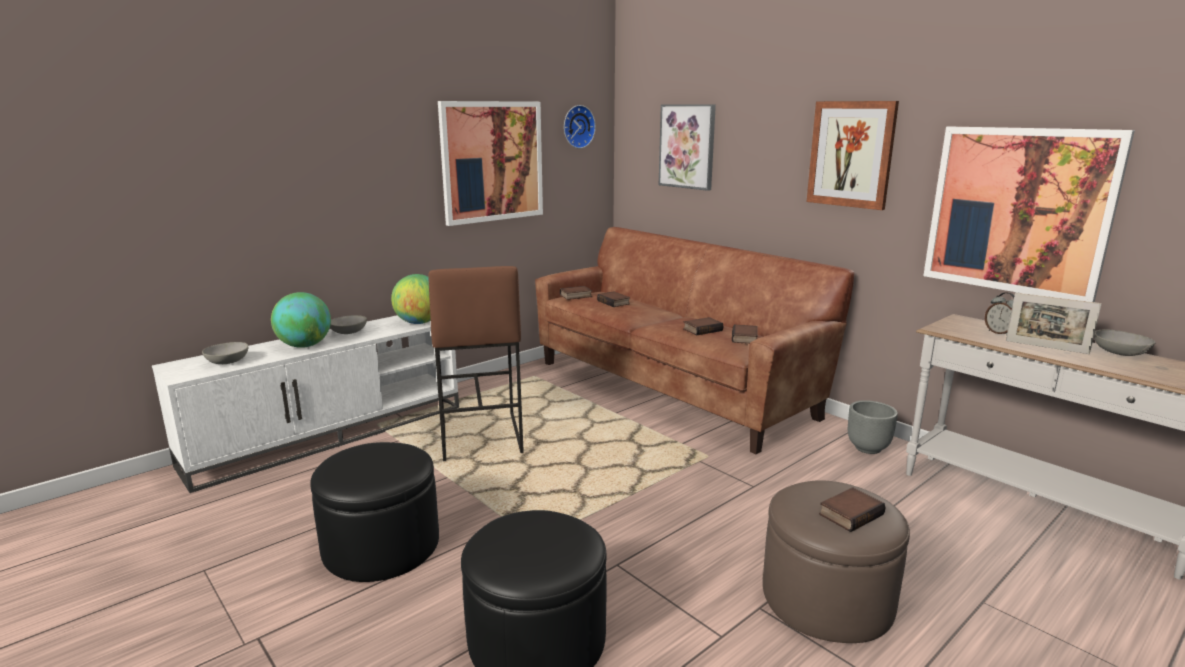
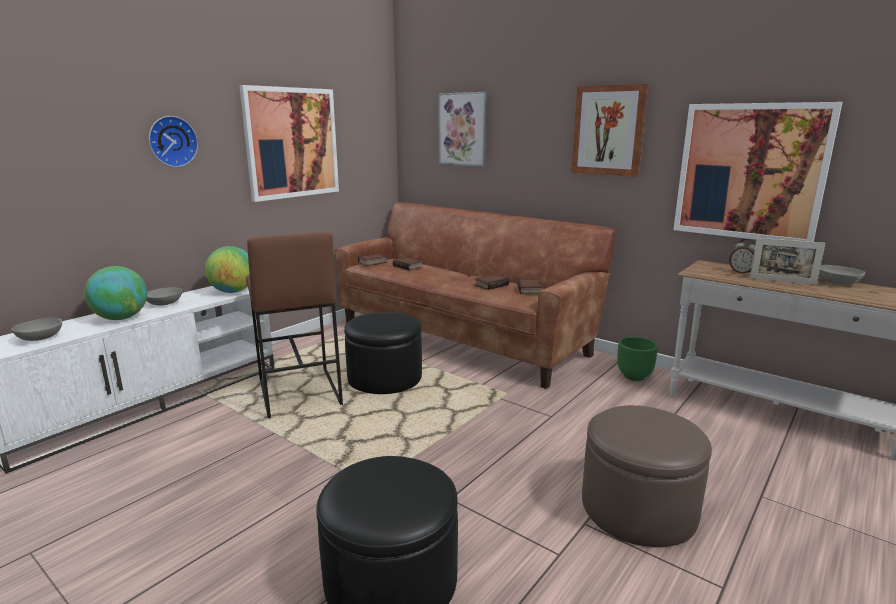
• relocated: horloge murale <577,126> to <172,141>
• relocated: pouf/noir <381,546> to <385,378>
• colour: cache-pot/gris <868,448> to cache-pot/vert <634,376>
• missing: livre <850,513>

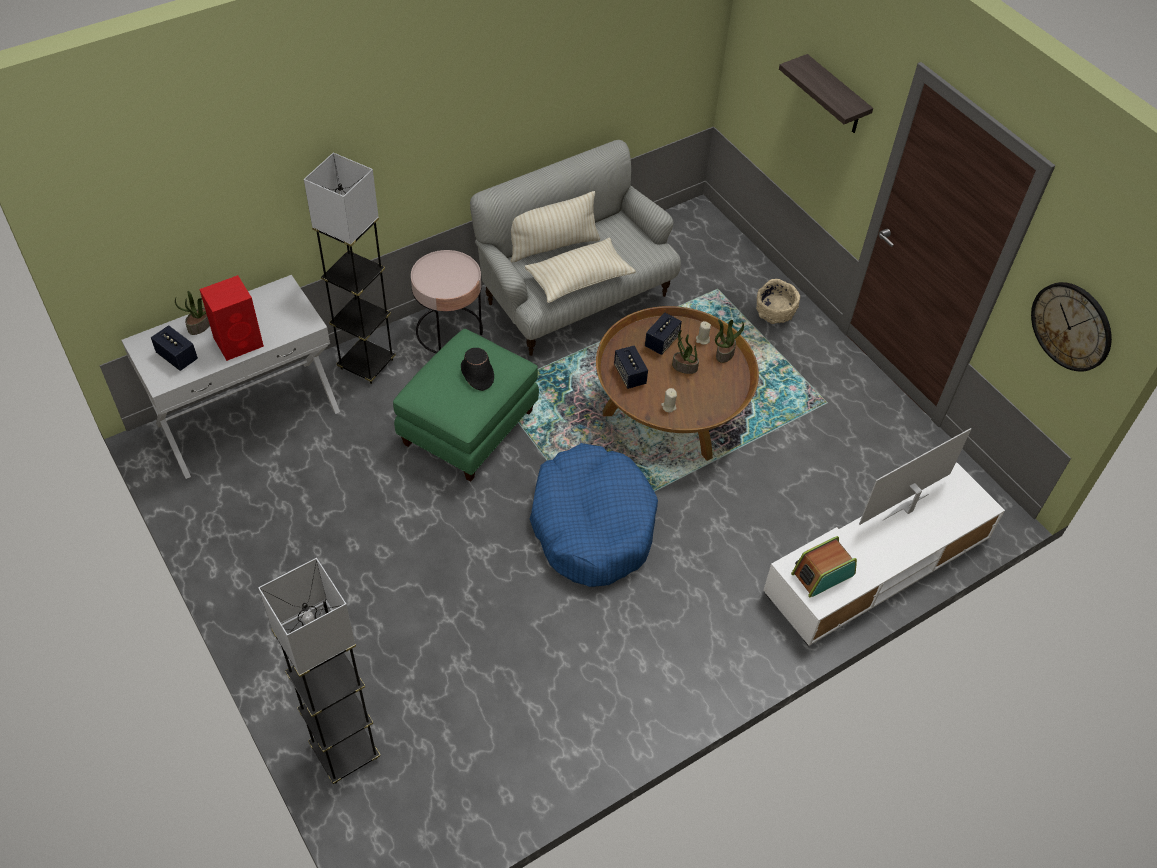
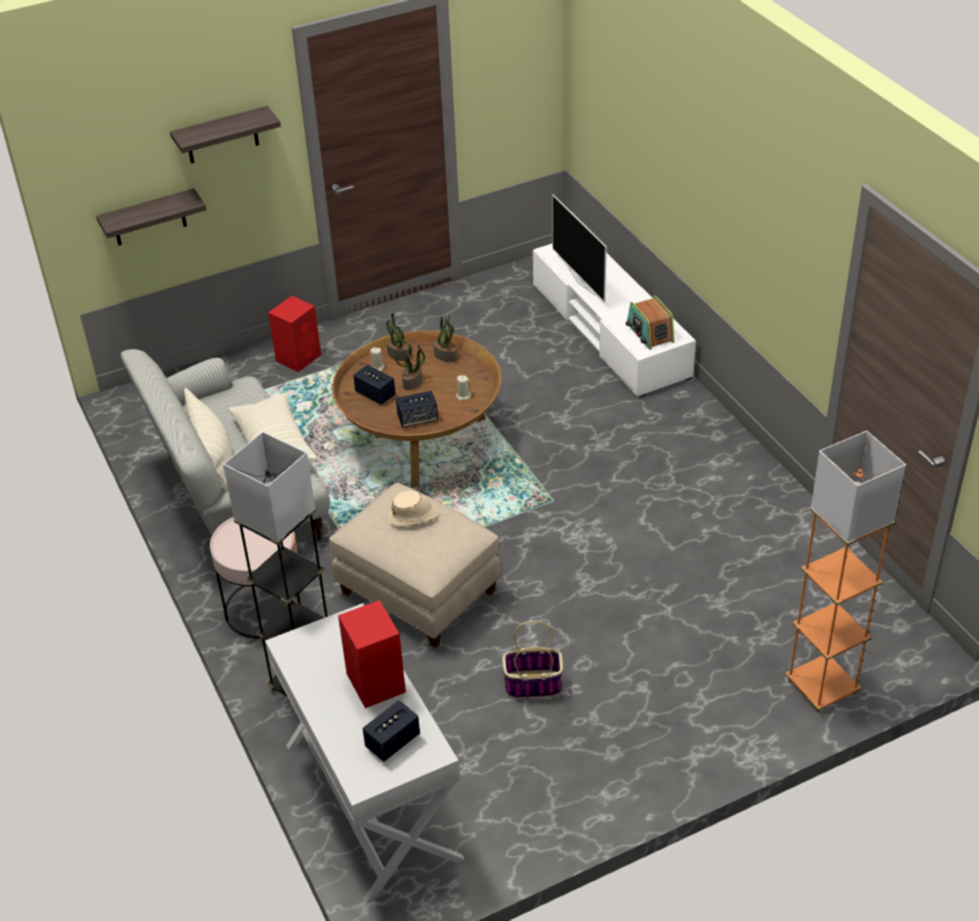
• appeared: étagère <149,218>
• exchanged: bol/beige <775,313> to enceinte/rouge <299,357>
• colour: pouf/vert <469,428> to pouf/beige <419,592>
• colour: chapeau/noir <477,374> to chapeau/beige <413,517>
• relocated: plante en pot <200,326> to <446,355>
• appeared: panier <532,685>
• colour: lampadaire/gris <345,752> to lampadaire/orange <821,687>
• missing: panier pour chien/bleu <592,525>
• missing: horloge murale <1072,326>

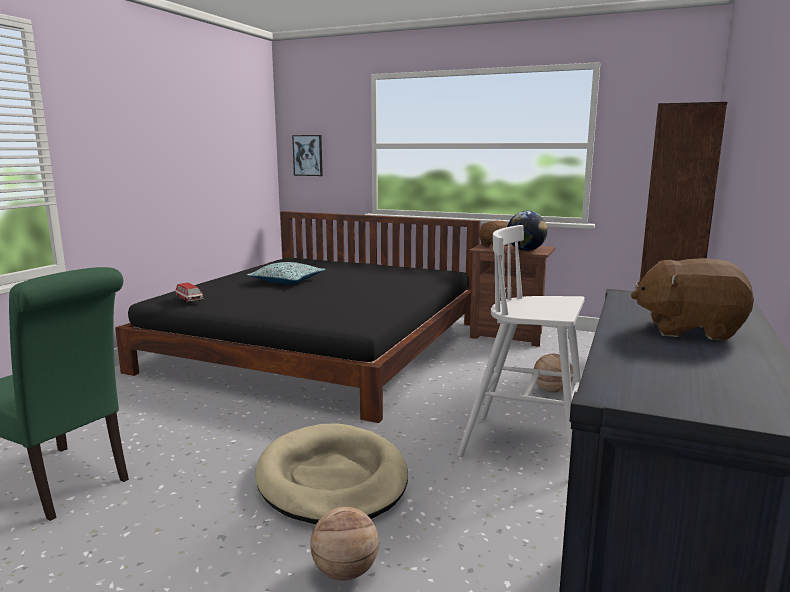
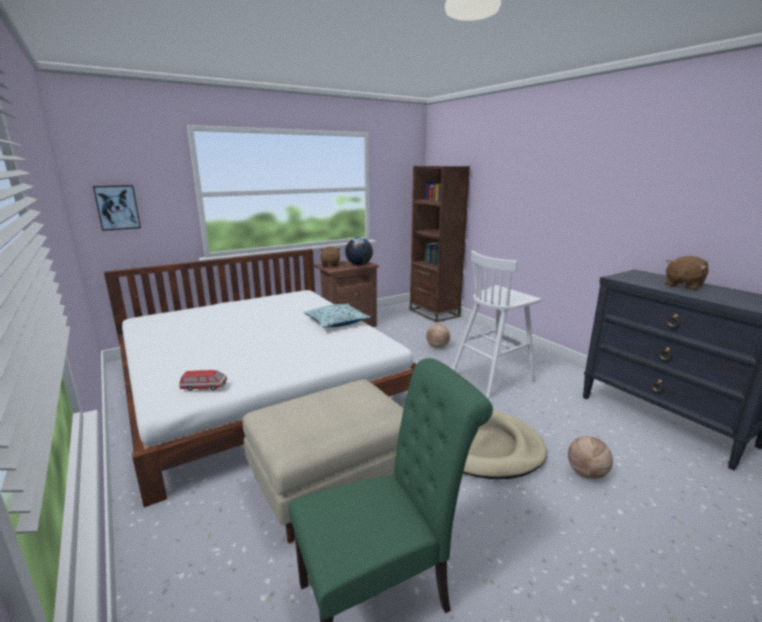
• colour: lit/noir <320,345> to lit/blanc <259,384>
• appeared: pouf/beige <333,480>
• relocated: coussin <287,281> to <336,322>

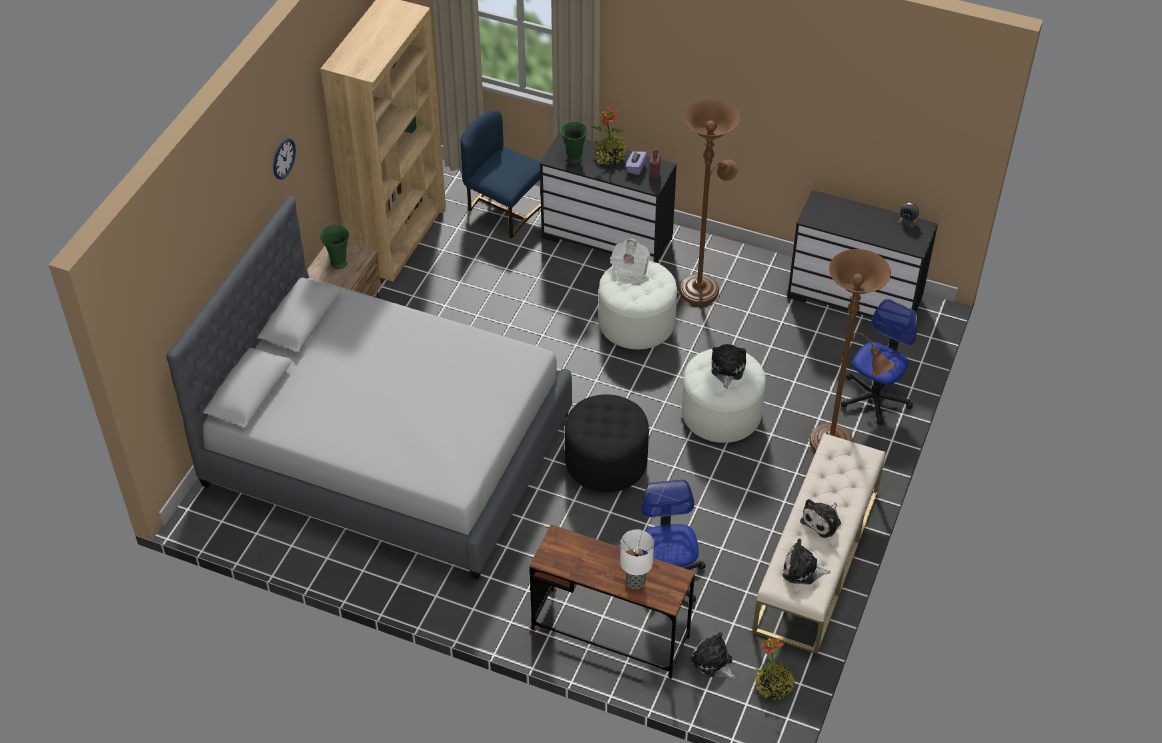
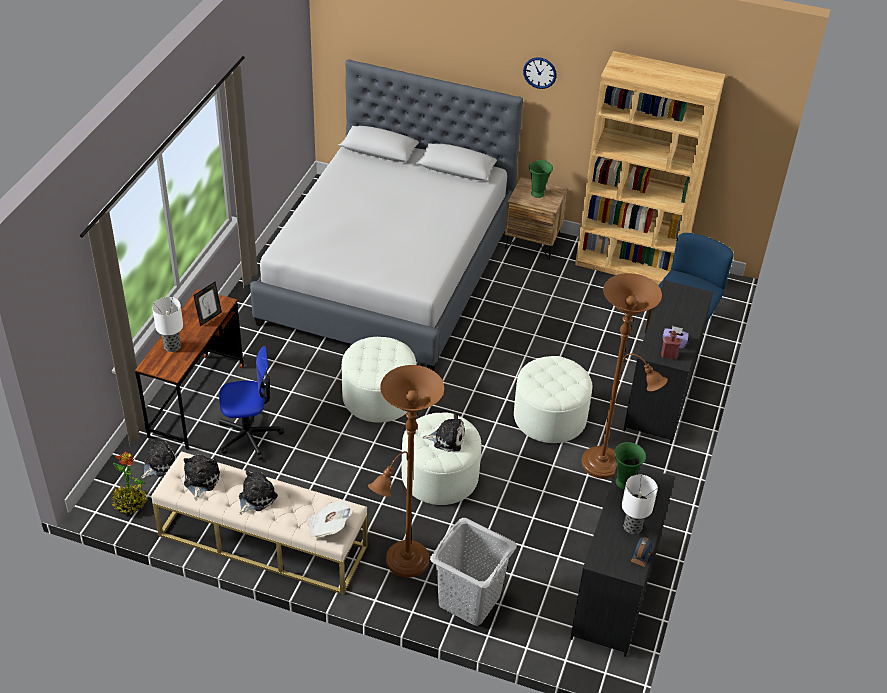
• appeared: cadre photo <209,318>
• spun: peluche <822,521> = <255,498> 90 degrees clockwise
• relocated: journal <629,270> to <328,526>
• colour: pouf/noir <606,461> to pouf/blanc <378,397>
• exchanged: chaise de bureau <874,398> to panier à linge/gris <469,601>
• relocated: vase/vert <574,159> to <624,482>
• appeared: lampe de table <633,527>
• missing: plante en pot <610,156>

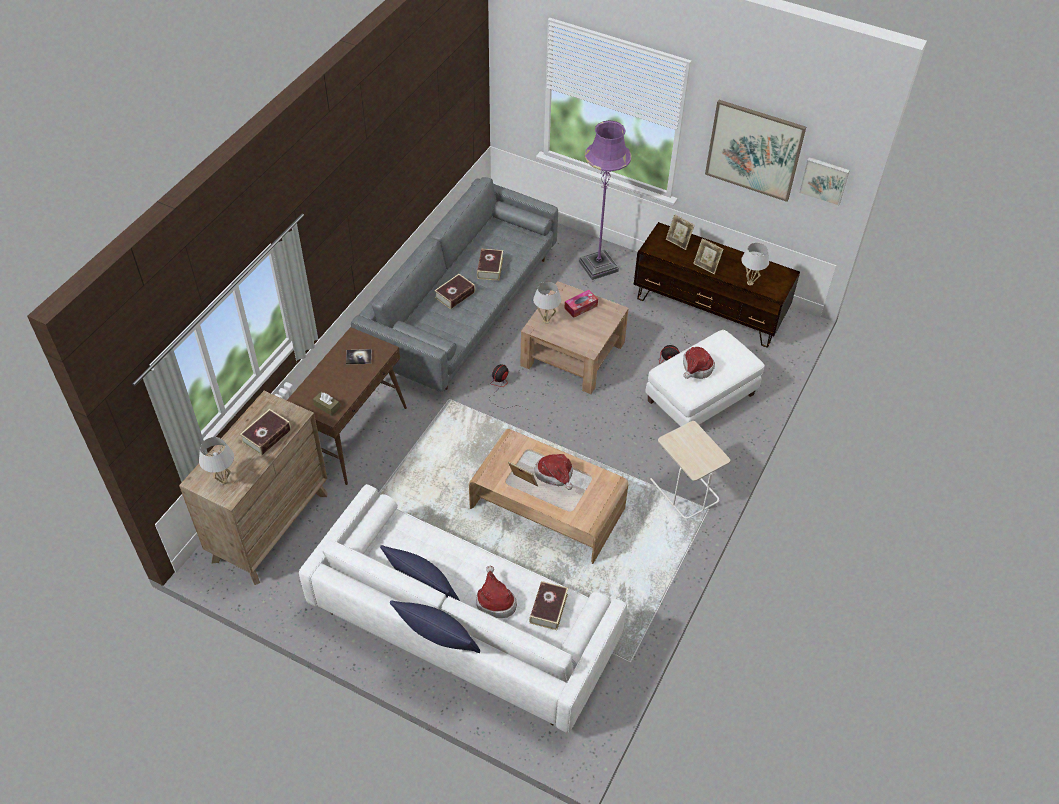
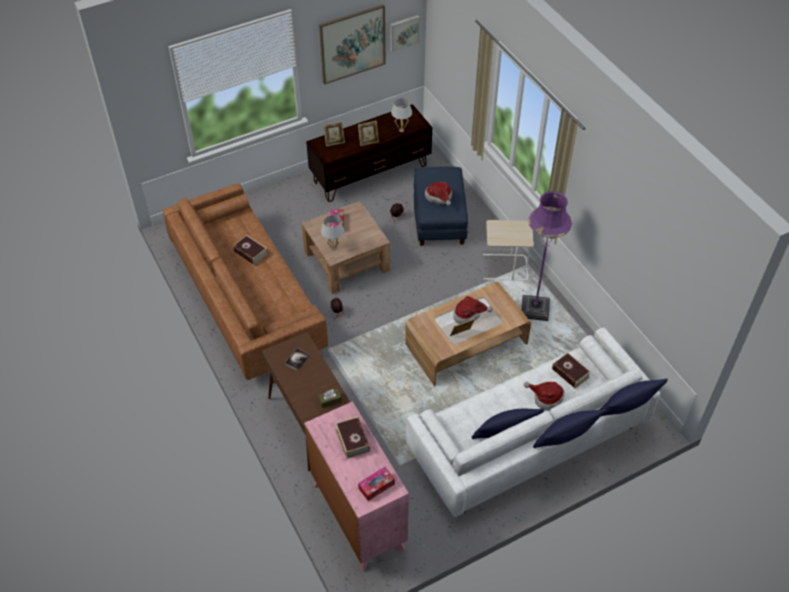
• colour: canapé/gris <462,307> to canapé/marron <247,298>
• colour: commode/marron <270,526> to commode/rose <358,516>
• exchanged: lampe de table/blanc <223,481> to boîte à mouchoirs <376,486>
• colour: pouf/blanc <700,398> to pouf/bleu <439,219>
• relocated: lampadaire/violet <598,266> to <535,309>
• appeared: coussin/bleu <627,407>
• missing: livre <455,295>

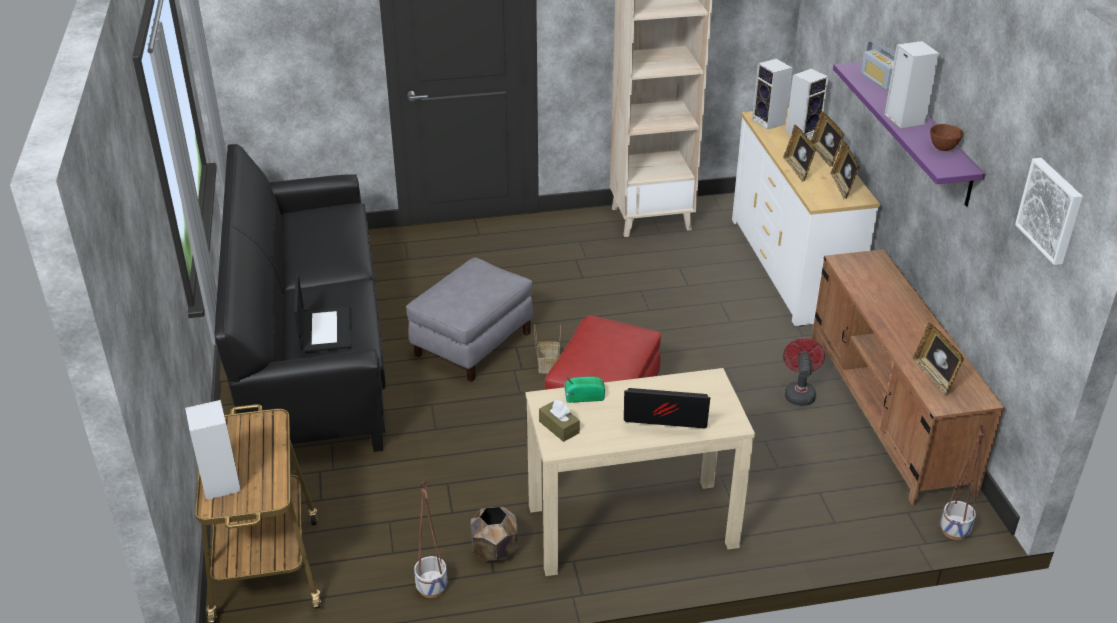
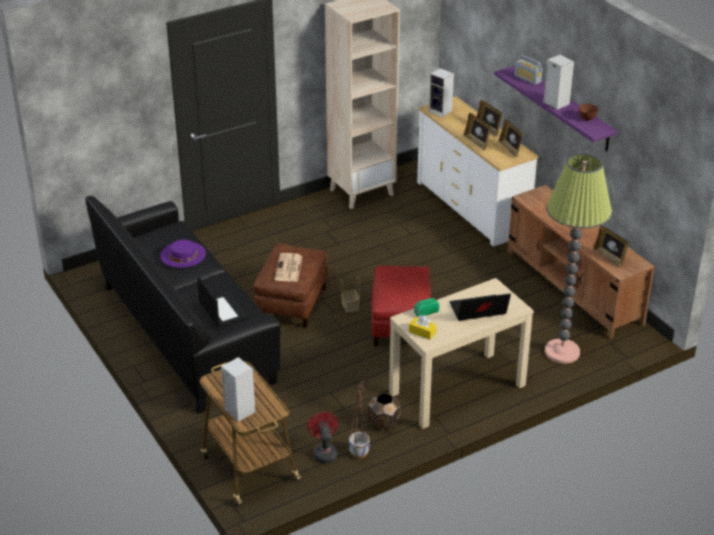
• appeared: chapeau/violet <183,254>
• colour: pouf/gris <472,344> to pouf/marron <291,303>
• appeared: journal <289,268>
• relocated: ventilateur/rouge <799,393> to <324,452>
• colour: boîte à mouchoirs/marron <559,427> to boîte à mouchoirs/jaune <422,332>
• appeared: lampadaire <562,352>
• missing: enceinte <803,132>
• missing: cache-pot <955,531>
• missing: tableau <1051,210>

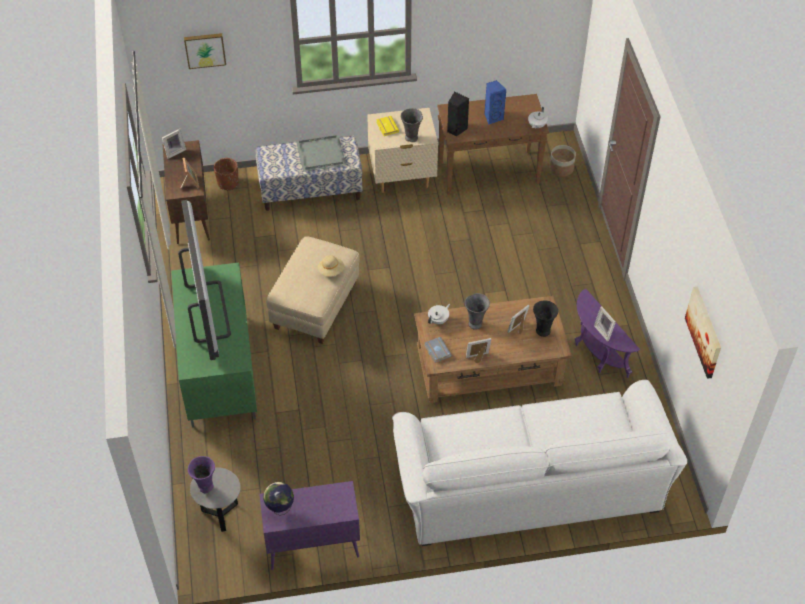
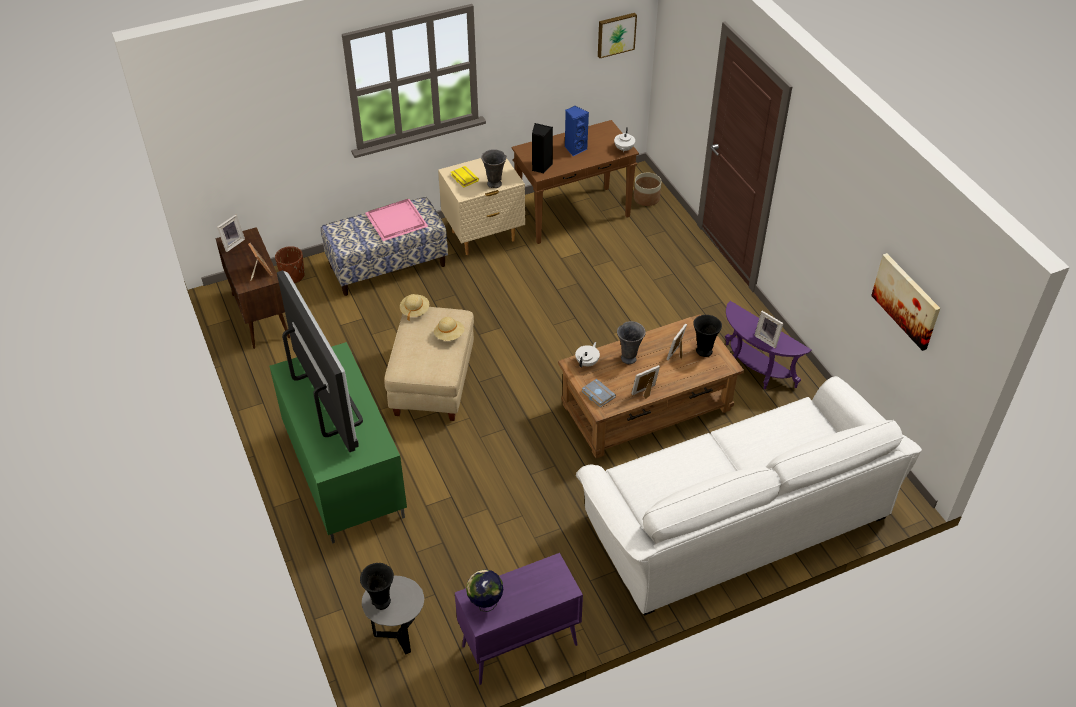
• colour: vase/violet <205,487> to vase/noir <381,602>
• colour: plateau/gris <320,155> to plateau/rose <396,222>
• appeared: chapeau/beige <415,311>
• relocated: tableau <205,49> to <616,34>

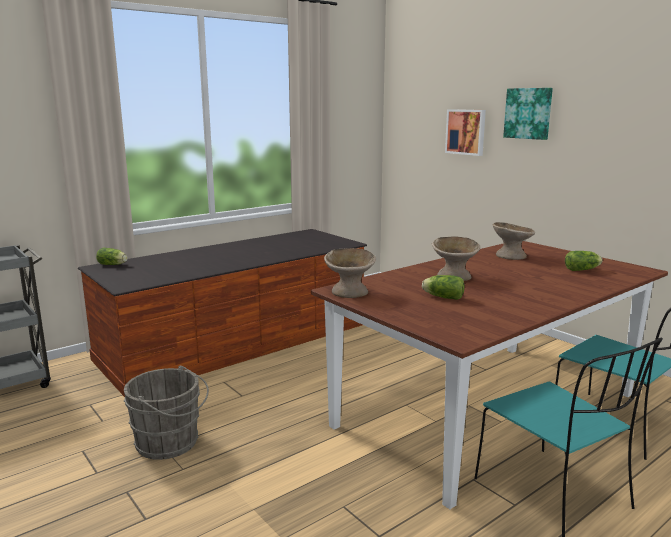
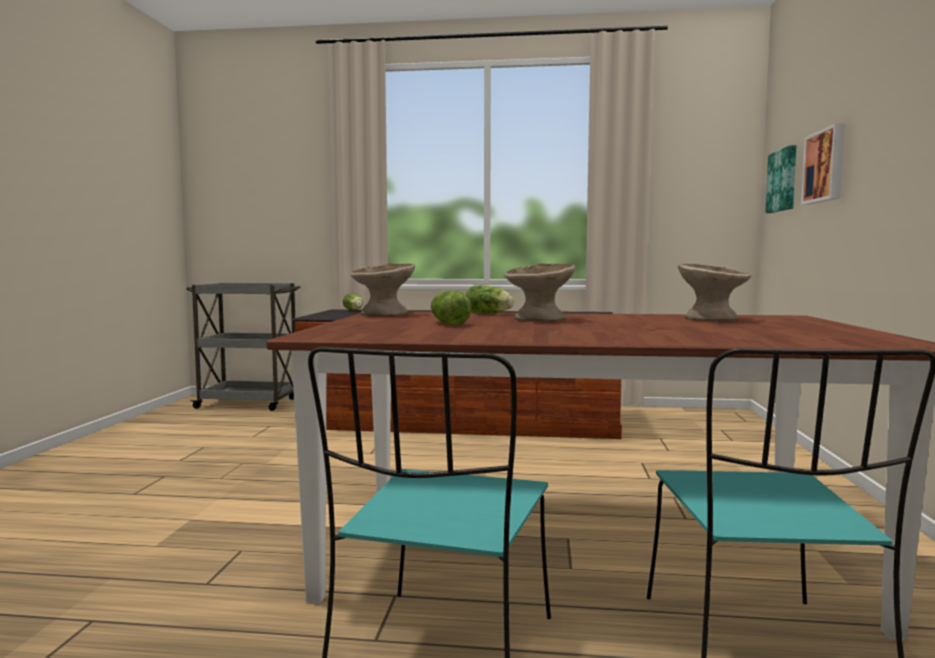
• relocated: laitue <583,270> to <490,314>
• relocated: tableau <528,113> to <783,180>
• missing: seau/gris <170,443>

